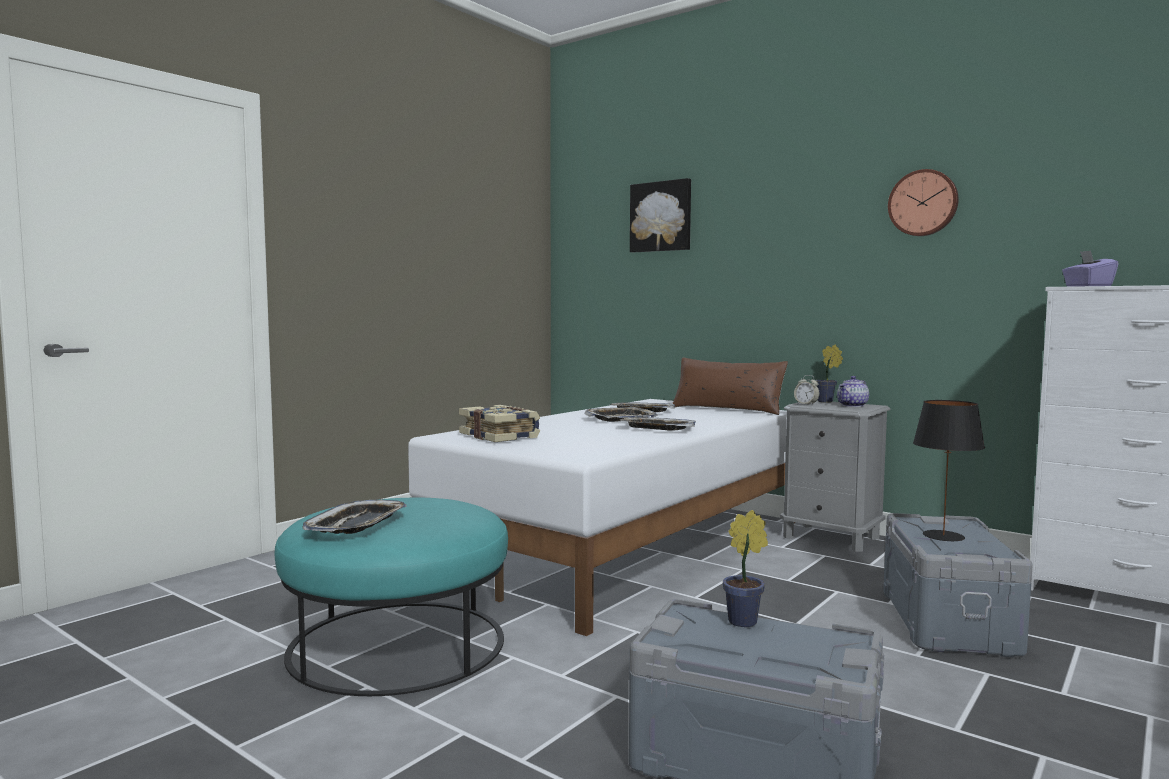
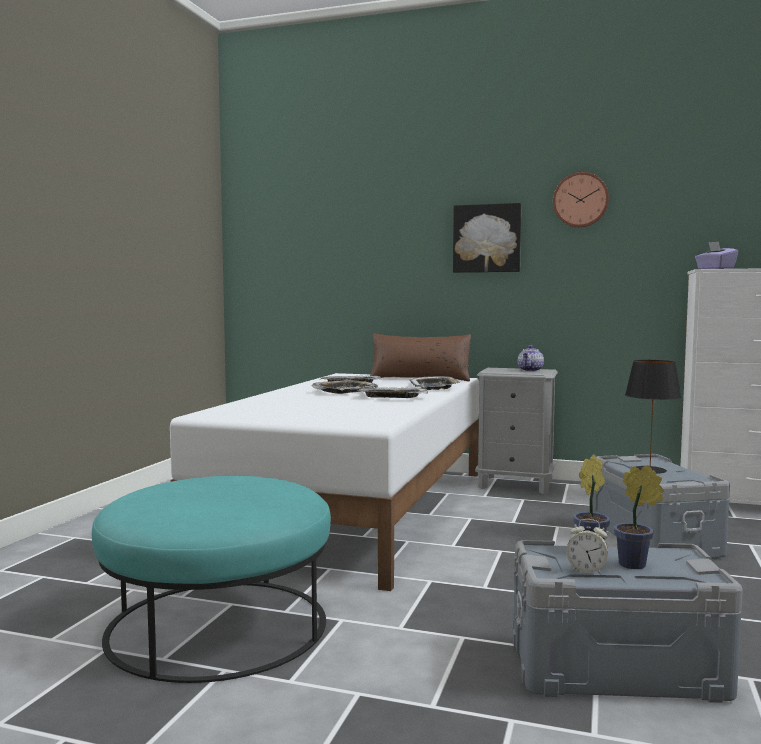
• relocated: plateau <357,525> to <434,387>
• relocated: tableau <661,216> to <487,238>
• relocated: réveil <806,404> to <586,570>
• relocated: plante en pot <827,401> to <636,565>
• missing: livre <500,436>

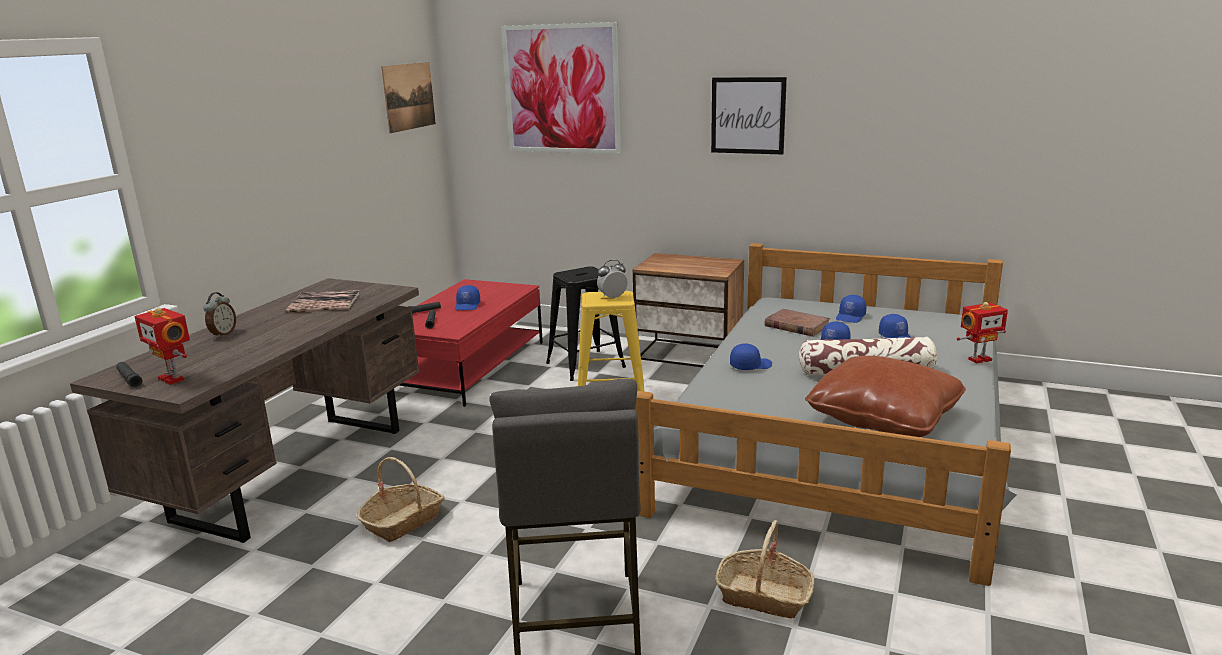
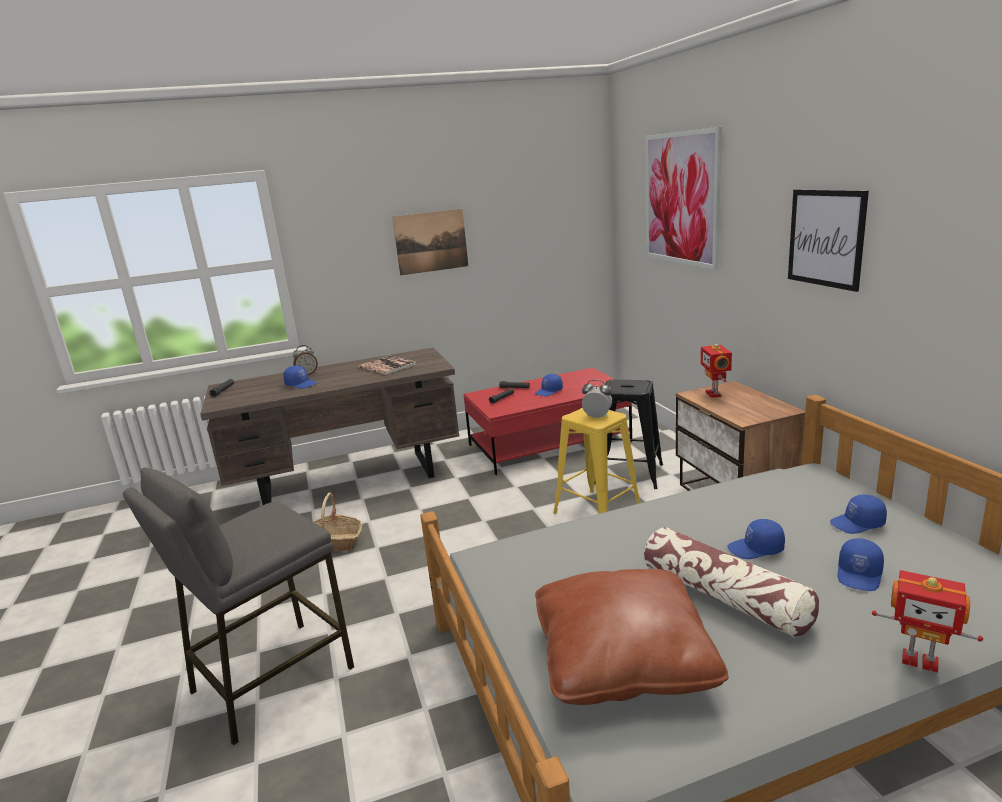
• relocated: casquette/bleu <750,365> to <301,384>
• relocated: tableau <409,96> to <431,242>
• relocated: robot jouet <173,379> to <714,394>
• missing: panier <764,596>
• missing: livre/marron <796,326>

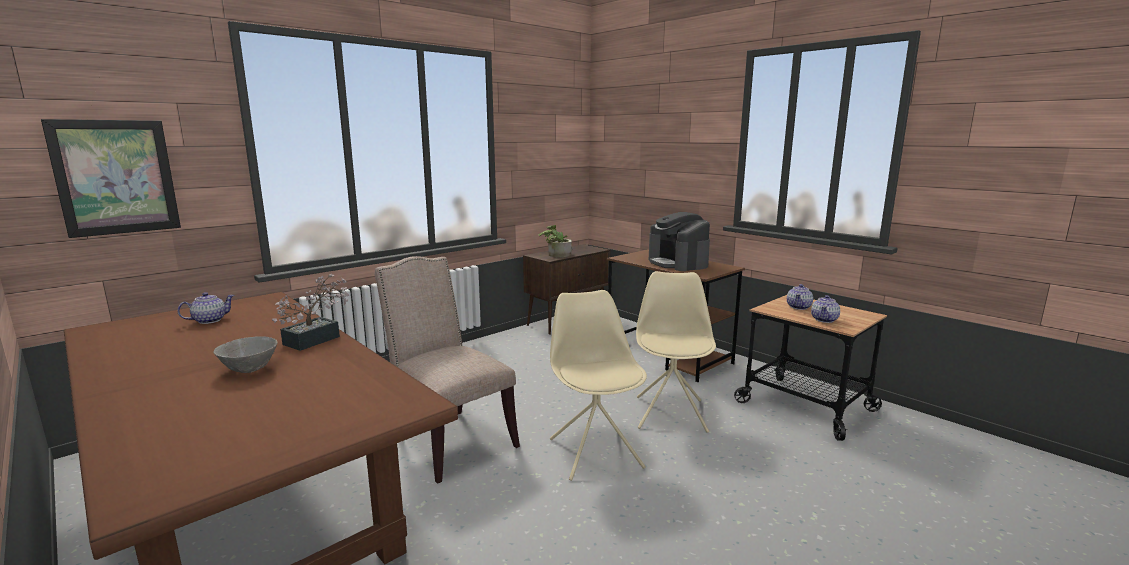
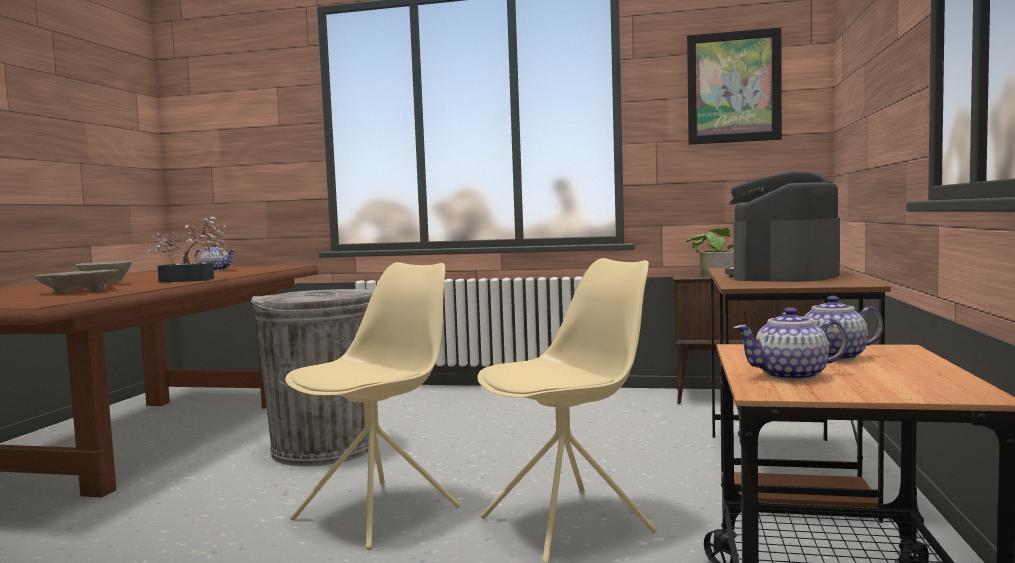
• appeared: bol/beige <78,291>
• exchanged: chaise/beige <449,440> to poubelle/gris <324,449>
• relocated: tableau <116,177> to <733,87>

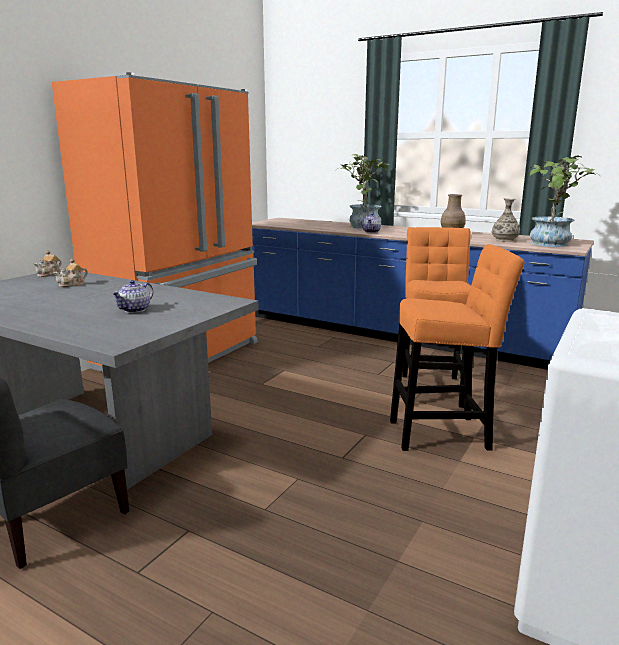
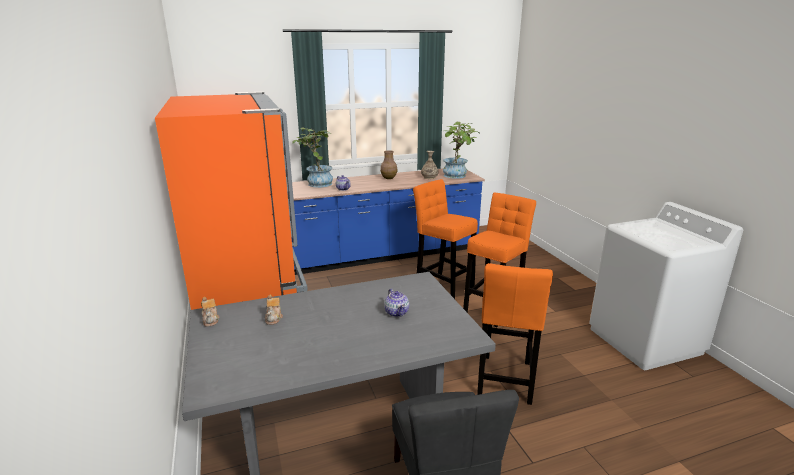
• appeared: tabouret/orange <505,381>

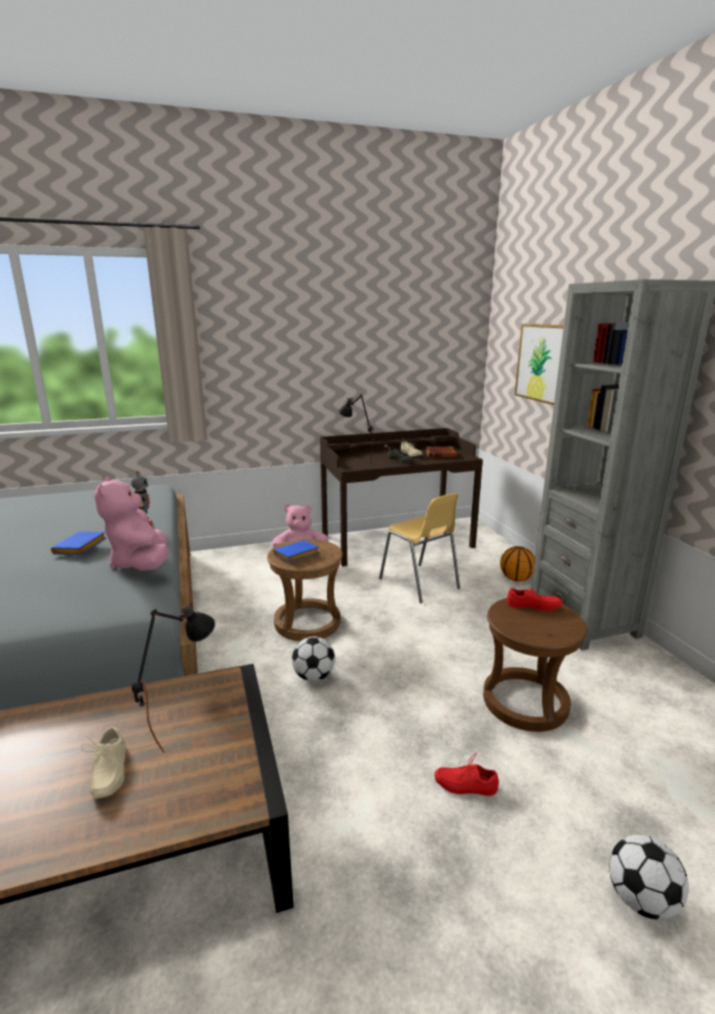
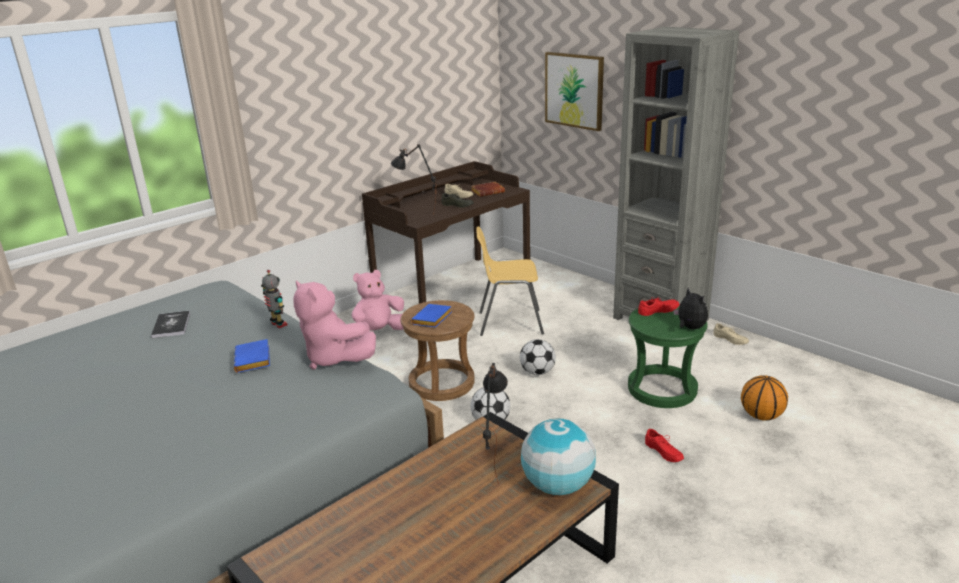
• appeared: livre <171,325>
• spun: chaise/jaune <419,584> = <509,322> 150 degrees clockwise
• relocated: ballon de foot <641,899> to <537,372>
• appeared: globe <558,486>
• colour: tabouret/marron <524,702> to tabouret/vert <661,389>
• spun: chaussure/rouge <465,783> = <662,453> 105 degrees counterclockwise
• appeared: peluche <689,328>
• relocated: chaussure/beige <107,773> to <729,340>
• relocated: ballon de basket <516,579> to <762,416>

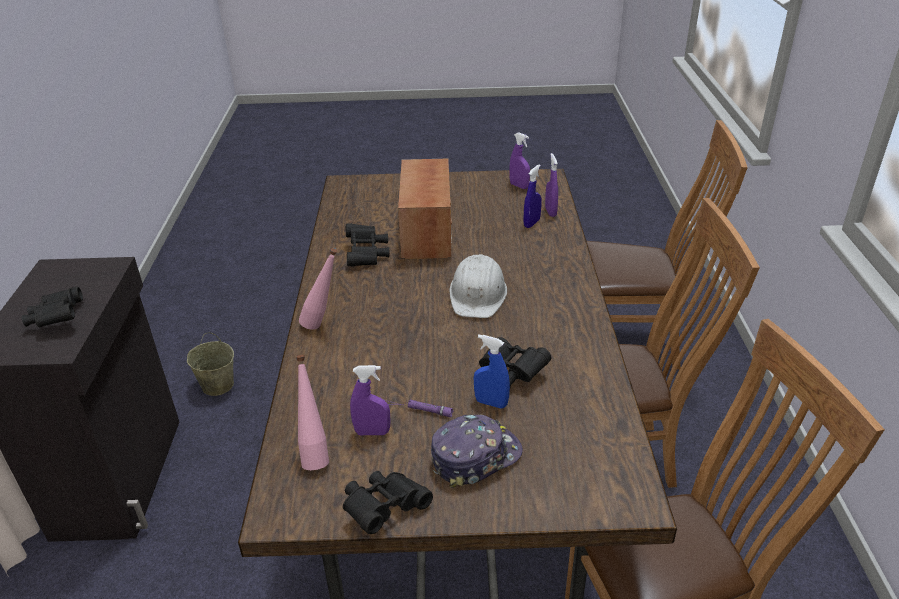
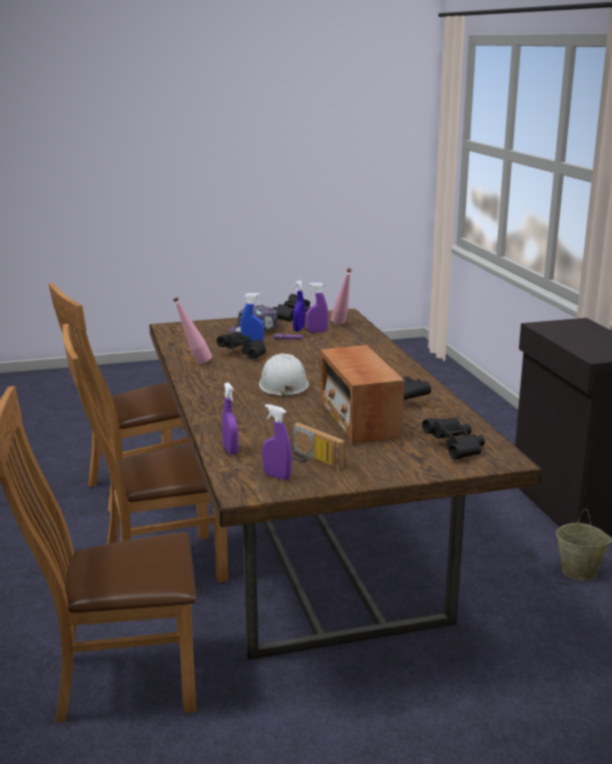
• relocated: bouteille/rose <323,325> to <194,363>
• appeared: radio <312,460>
• relocated: vaporisateur/bleu <531,223> to <299,329>
• relocated: jumelles/noir <57,319> to <455,448>

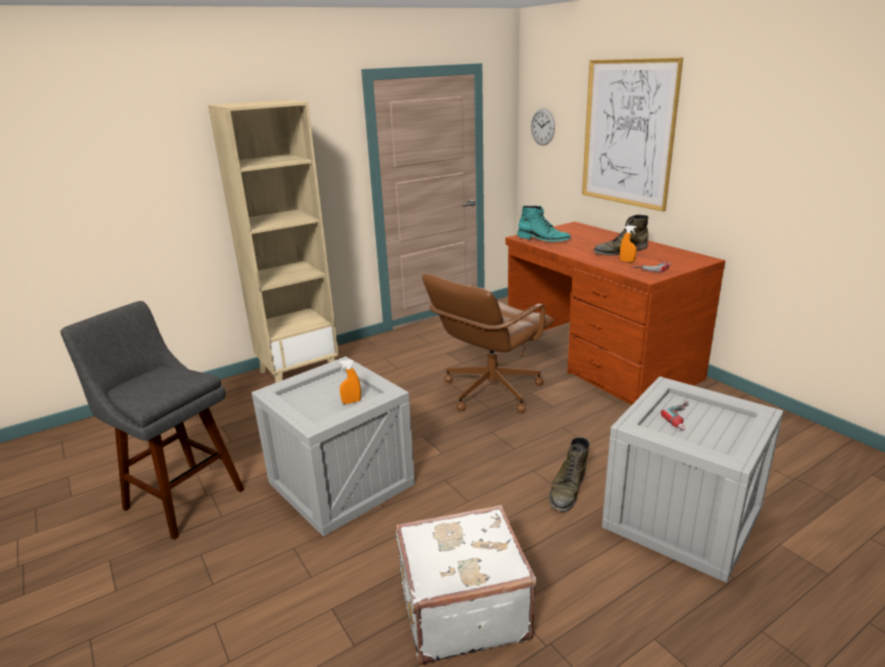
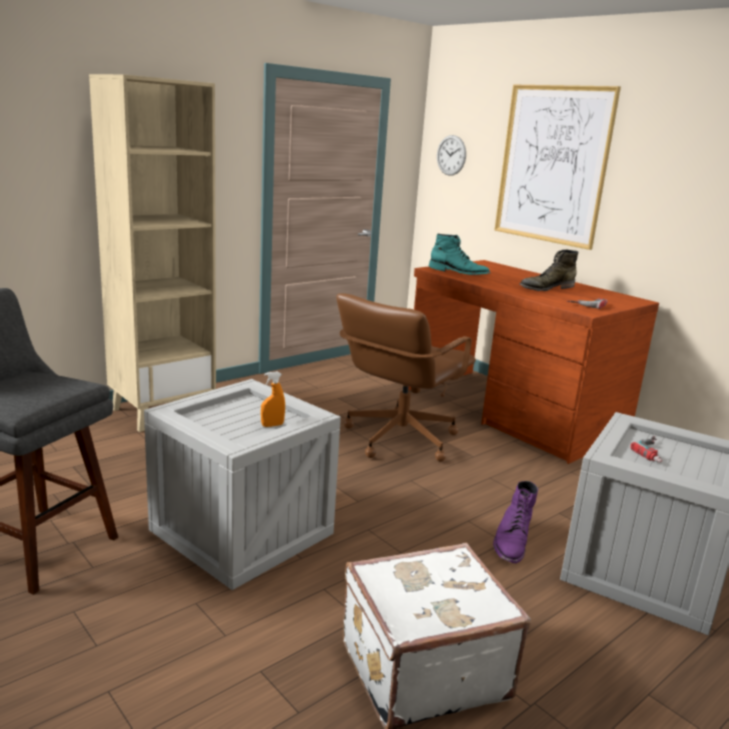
• colour: botte/vert <567,490> to botte/violet <512,541>
• missing: vaporisateur/orange <627,261>

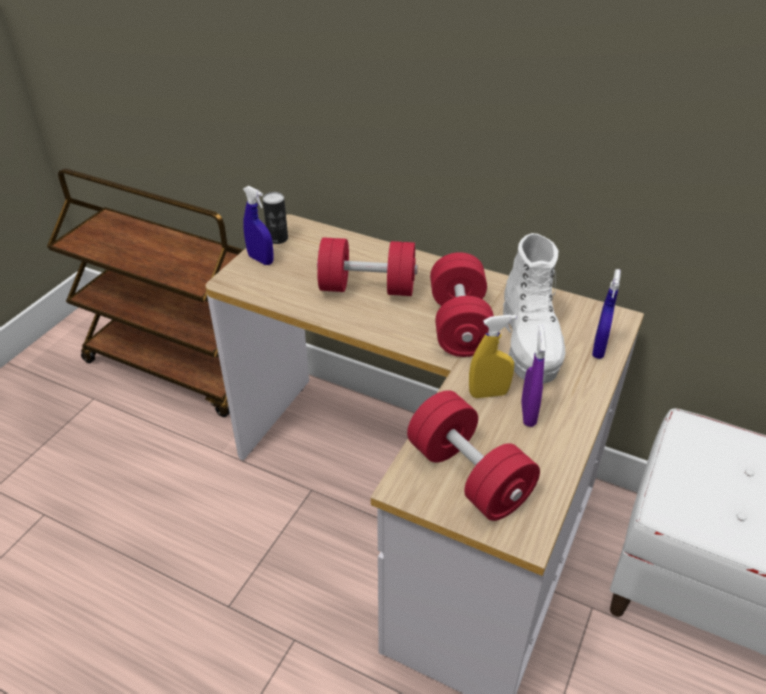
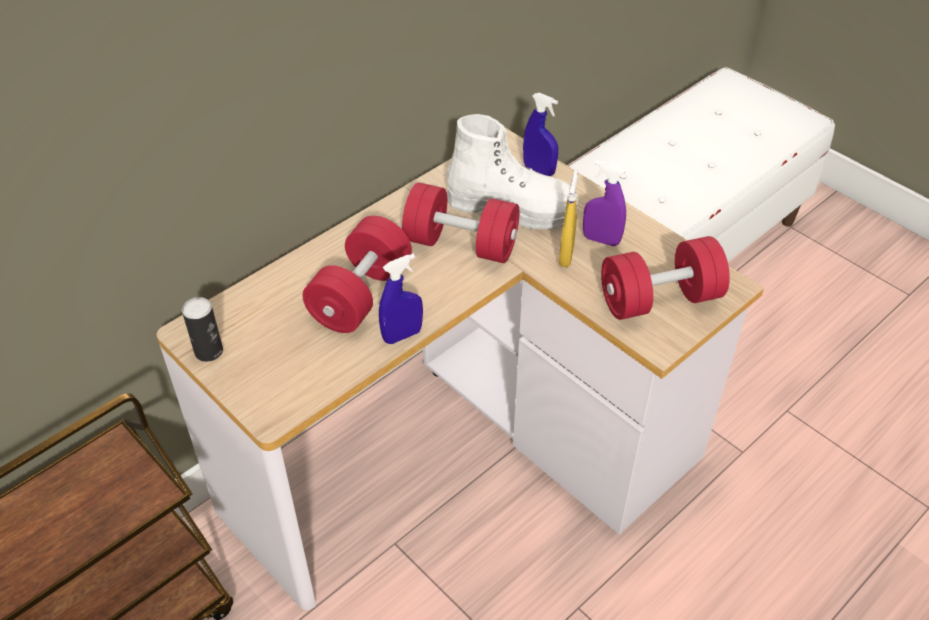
• relocated: vaporisateur/bleu <261,259> to <402,335>

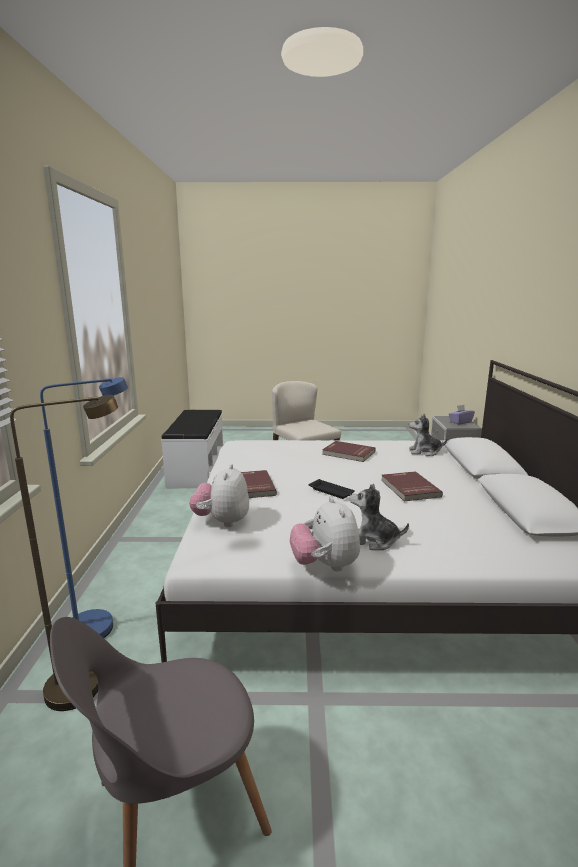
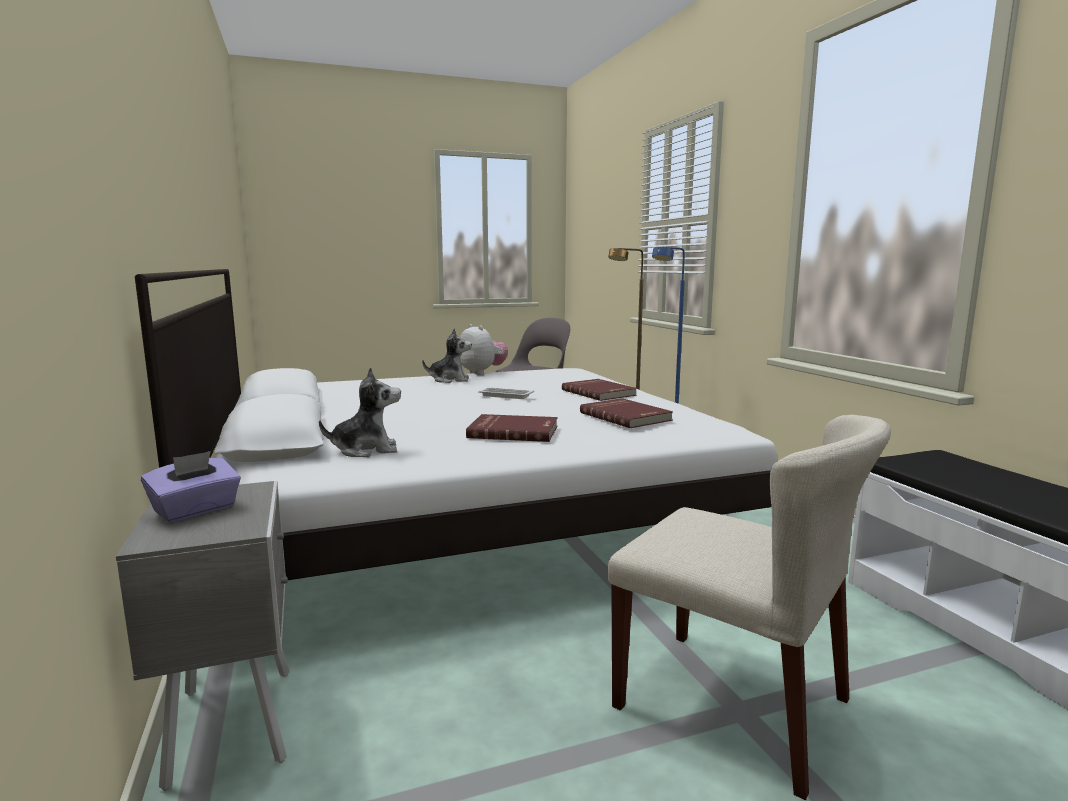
• colour: plateau/noir <332,492> to plateau/blanc <505,396>
• relocated: livre/rouge <409,488> to <626,416>
• missing: peluche <222,521>

